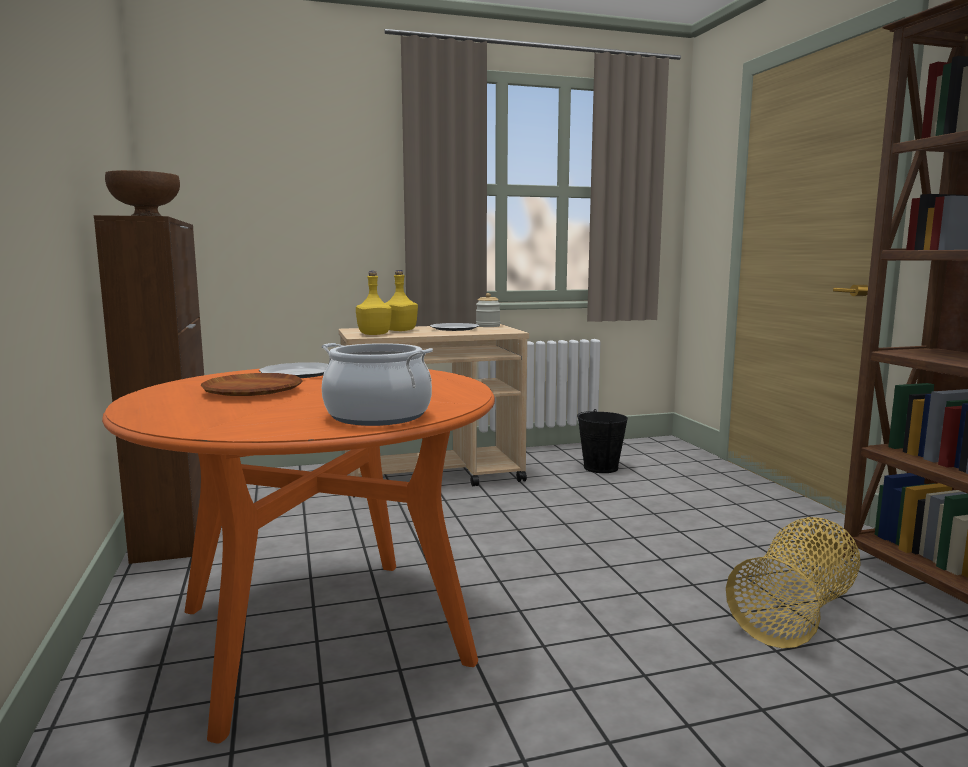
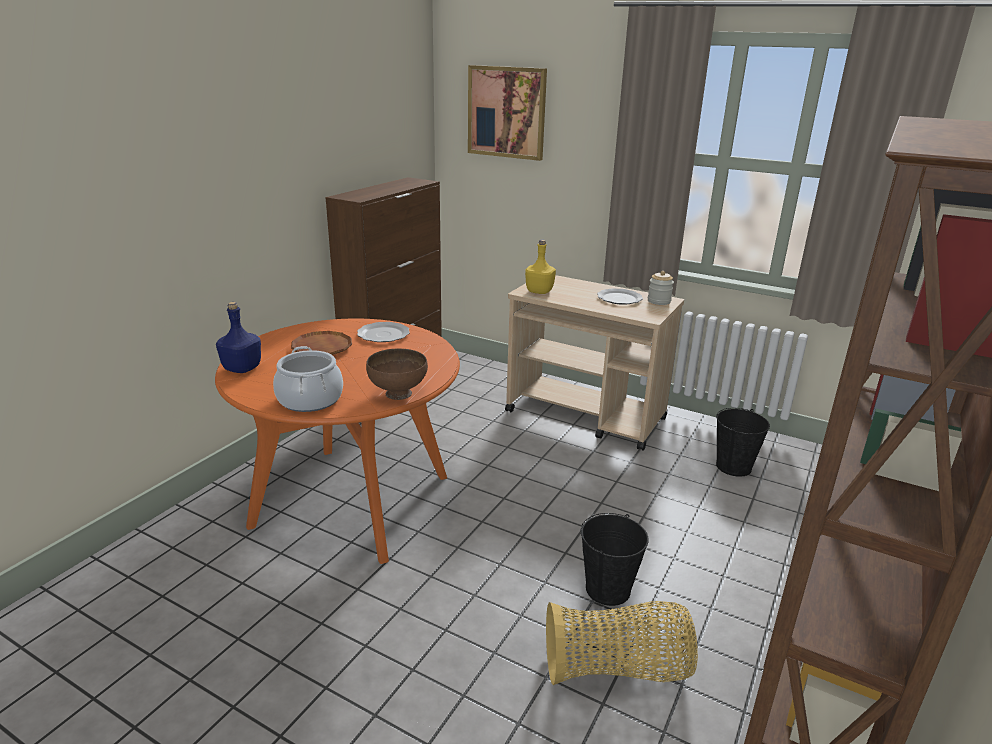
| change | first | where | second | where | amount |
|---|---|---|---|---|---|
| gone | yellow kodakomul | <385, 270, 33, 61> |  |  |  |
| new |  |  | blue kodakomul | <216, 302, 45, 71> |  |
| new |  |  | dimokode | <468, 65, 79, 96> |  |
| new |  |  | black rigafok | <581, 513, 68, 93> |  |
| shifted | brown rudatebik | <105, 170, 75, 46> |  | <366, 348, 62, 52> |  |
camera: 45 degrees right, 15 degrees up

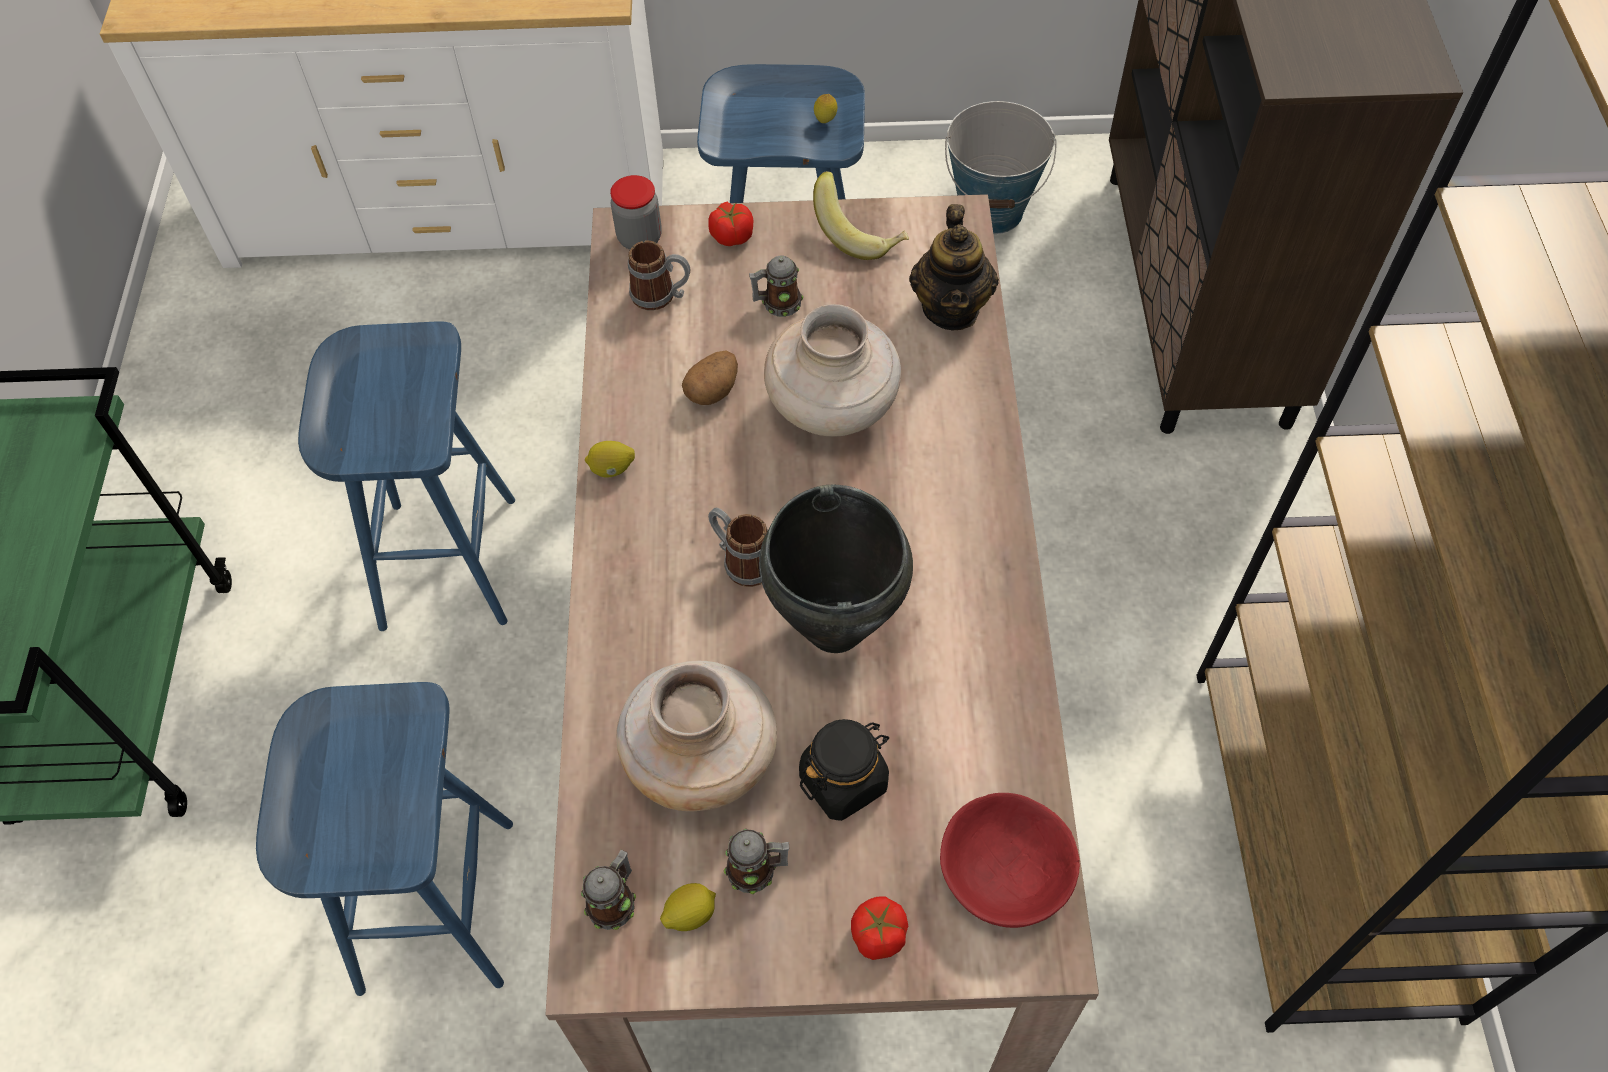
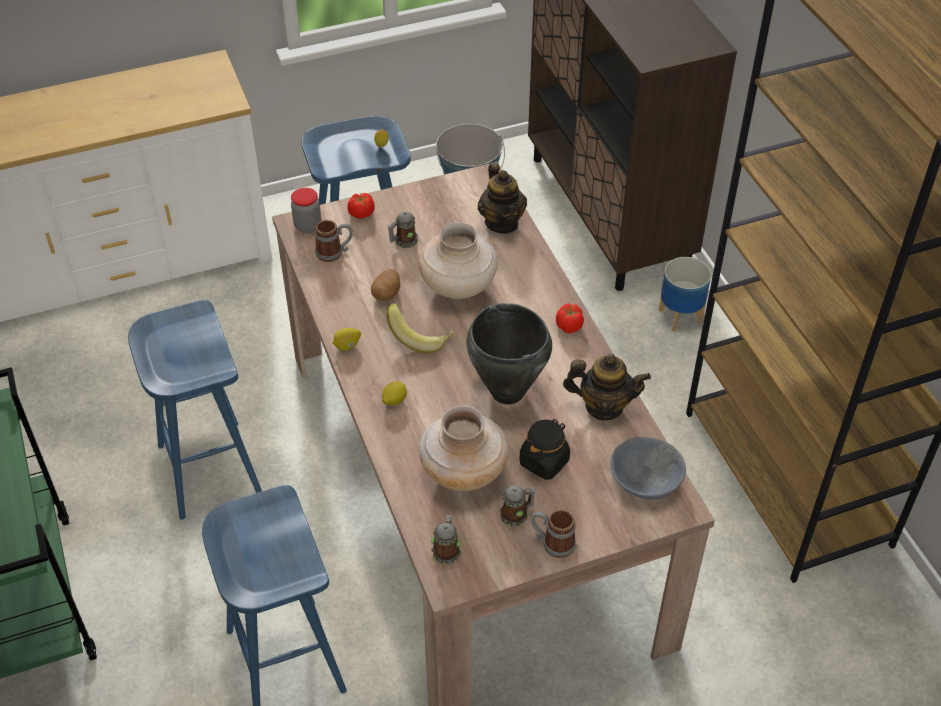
| change | first | where | second | where | amount |
|---|---|---|---|---|---|
| new |  |  | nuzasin | <563, 354, 88, 66> |  |
| new |  |  | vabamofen | <659, 257, 52, 75> |  |
| shifted | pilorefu | <660, 883, 56, 48> |  | <382, 381, 25, 25> |  |
| shifted | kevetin | <708, 508, 60, 79> |  | <531, 510, 45, 48> |  |
| shifted | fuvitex | <813, 171, 96, 89> |  | <387, 303, 68, 50> |  |
| shifted | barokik | <851, 896, 57, 64> |  | <556, 303, 28, 30> |  |
| repainted | red rudatebik | <940, 793, 140, 135> | grey rudatebik | <610, 437, 76, 62> |  |
camera: 20 degrees left, 10 degrees down

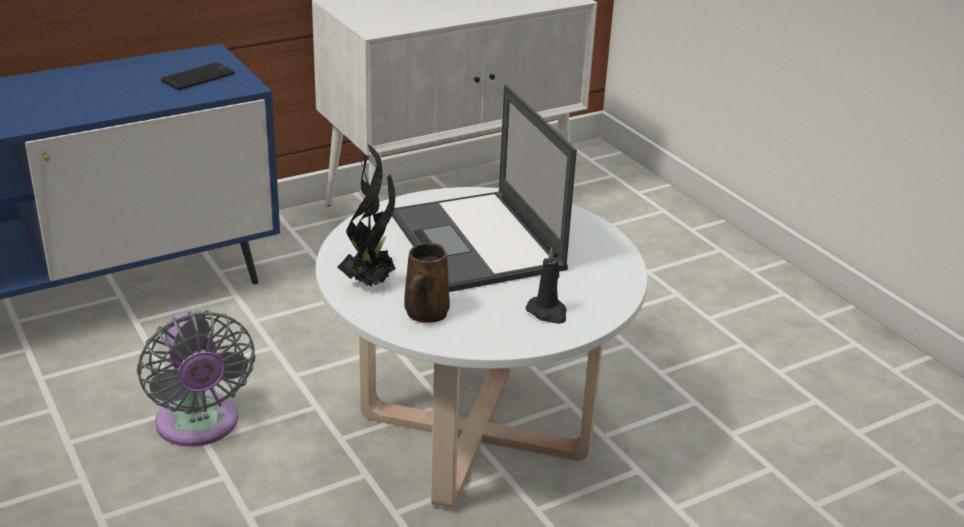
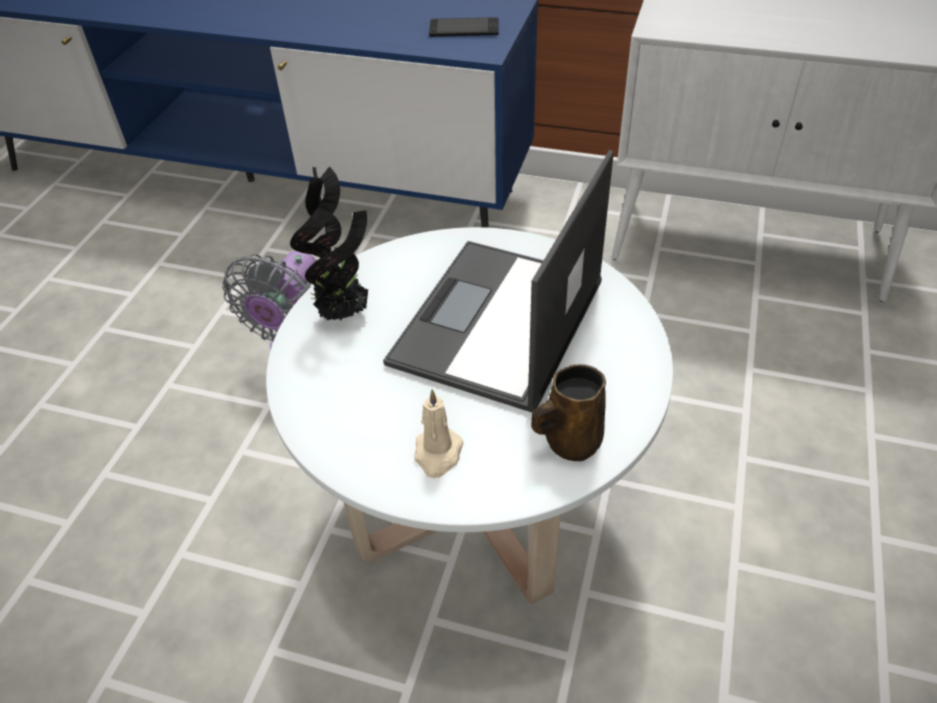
| change | first | where | second | where | amount |
|---|---|---|---|---|---|
| shifted | brown kevetin | <404, 243, 46, 80> |  | <531, 364, 75, 97> |  |
| repainted | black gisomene | <525, 247, 42, 77> | beige gisomene | <414, 389, 50, 89> |  |
camera: 50 degrees right, 15 degrees up

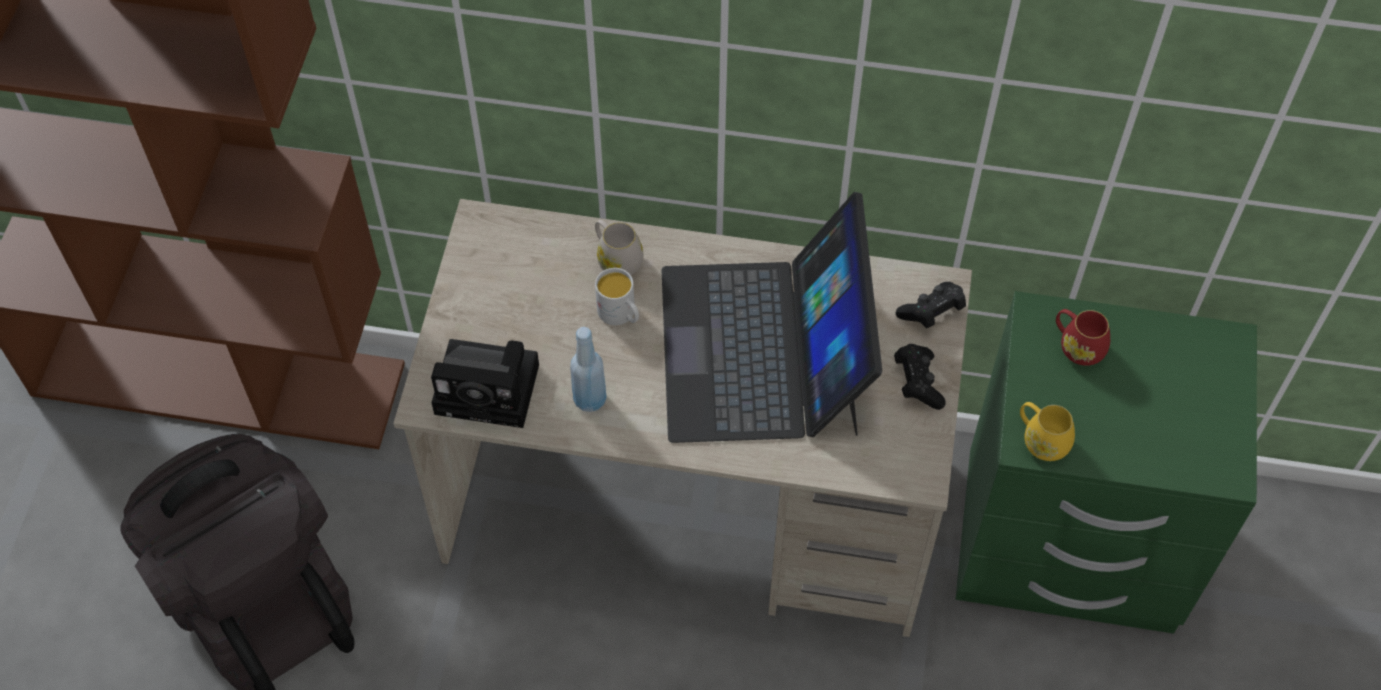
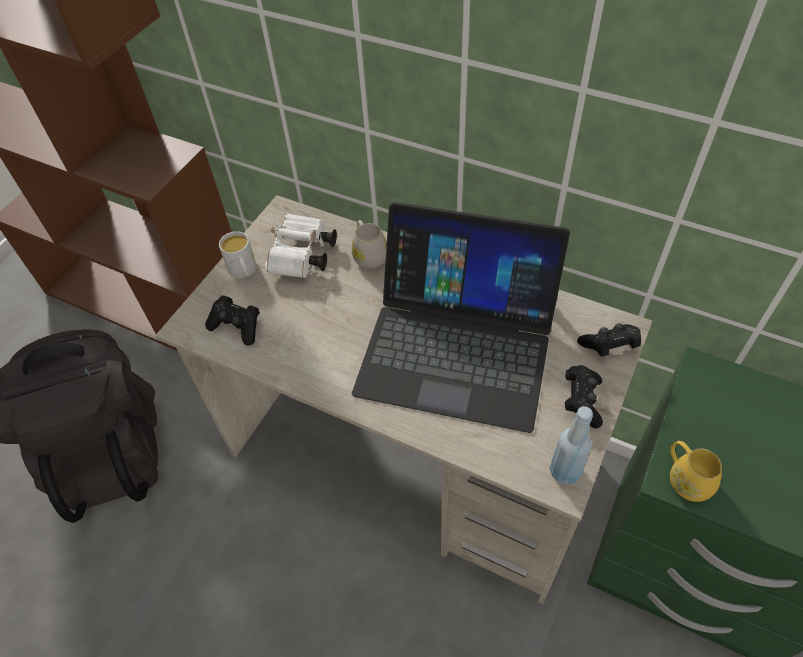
| change | first | where | second | where | amount |
|---|---|---|---|---|---|
| gone | red kevetin | <1056, 309, 54, 57> |  |  |  |
| new |  |  | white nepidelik | <265, 213, 72, 65> |  |
| shifted | blue kodakomul | <570, 327, 37, 85> |  | <550, 406, 43, 78> |  |
| shifted | white kevetin | <595, 268, 44, 57> |  | <219, 231, 38, 47> |  |
| swapped | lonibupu | <431, 339, 108, 89> | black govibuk | <205, 296, 55, 50> |  |
| rotated | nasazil | <662, 192, 220, 251> |  | <352, 202, 218, 231> | 90 degrees counterclockwise |
camera: 20 degrees right, 5 degrees down

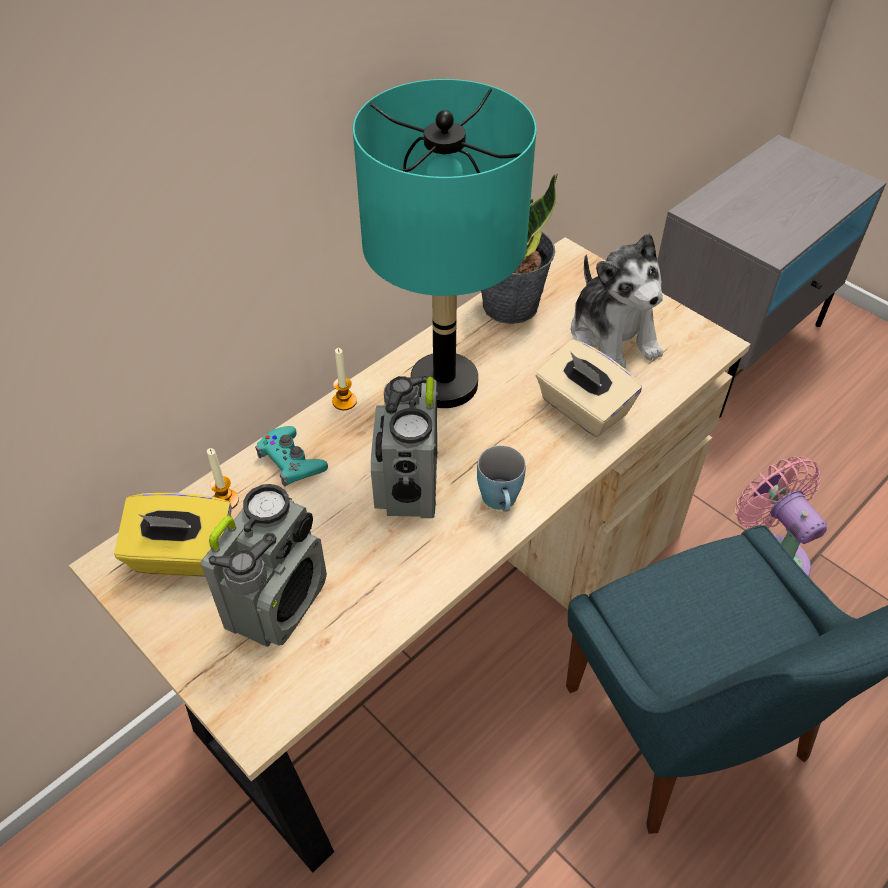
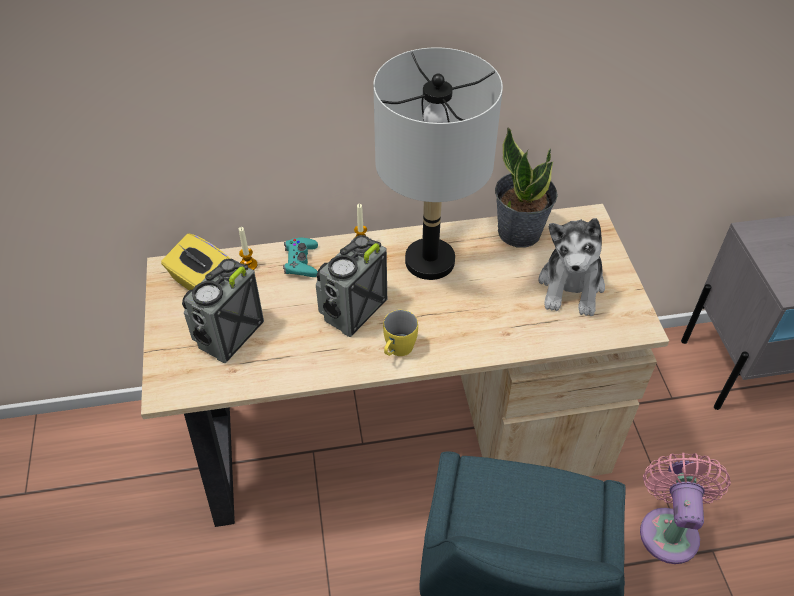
| change | first | where | second | where | amount |
|---|---|---|---|---|---|
| gone | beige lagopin | <536, 339, 106, 98> |  |  |  |
| repainted | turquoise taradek | <353, 79, 184, 329> | grey taradek | <373, 47, 130, 233> |  |
| repainted | blue kevetin | <477, 445, 49, 67> | yellow kevetin | <383, 310, 35, 46> |  |
| rotated | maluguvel | <201, 484, 126, 163> |  | <182, 259, 82, 104> | 150 degrees clockwise |
camera: 35 degrees right, 0 degrees up

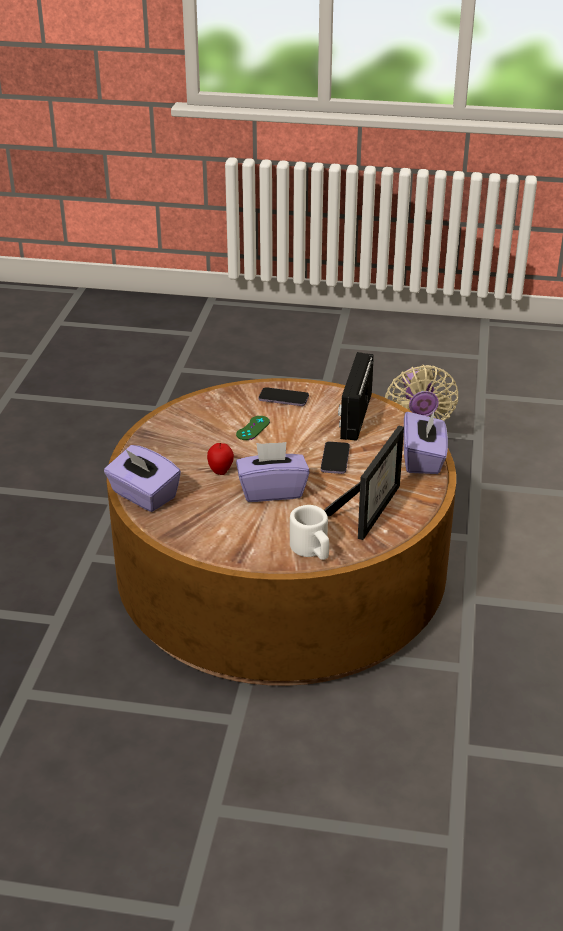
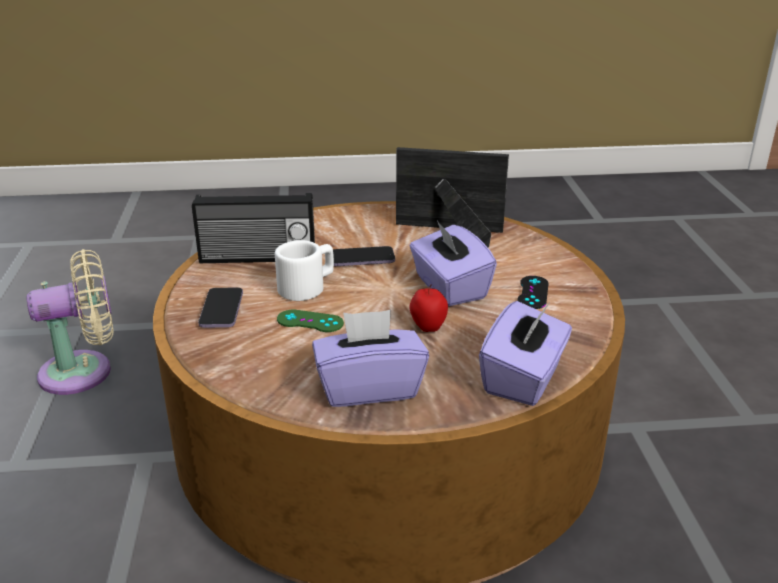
| change | first | where | second | where | amount |
|---|---|---|---|---|---|
| new |  |  | black govibuk | <517, 276, 32, 33> |  |
| shifted | white kevetin | <290, 505, 39, 55> |  | <275, 240, 59, 61> |  |
| shifted | purple lagopin | <404, 410, 44, 64> |  | <312, 310, 117, 97> |  |
camera: 105 degrees left, 5 degrees down

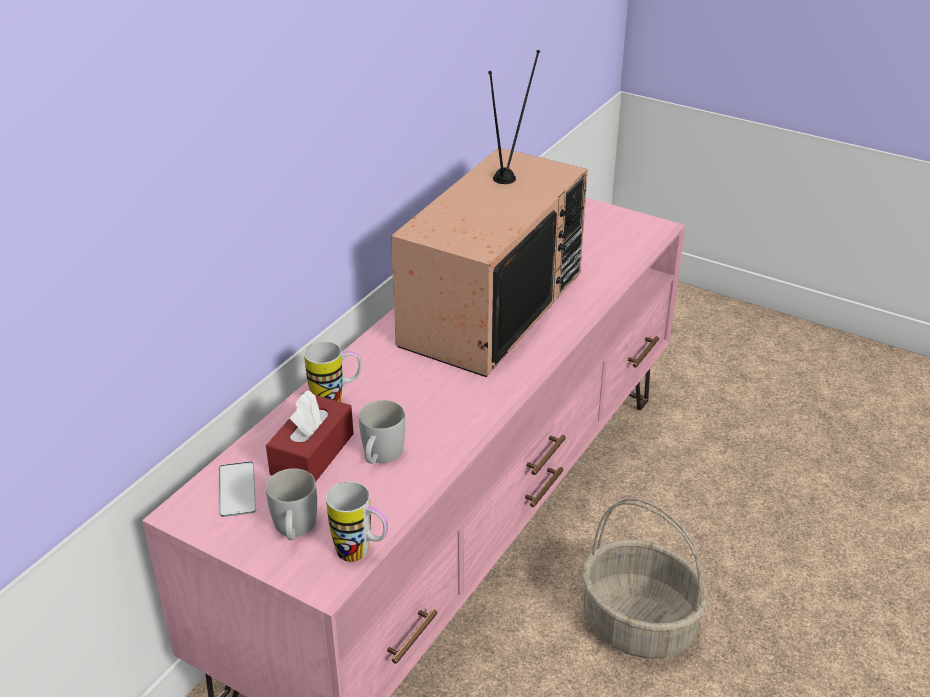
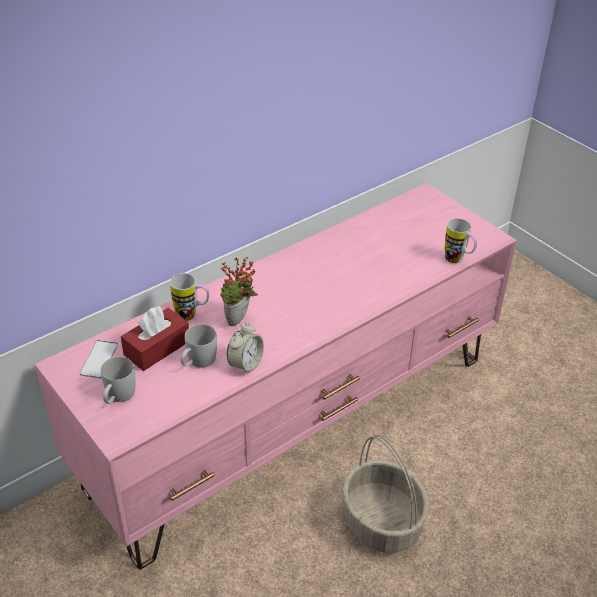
| change | first | where | second | where | amount |
|---|---|---|---|---|---|
| gone | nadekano | <391, 50, 197, 327> |  |  |  |
| new |  |  | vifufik | <220, 257, 38, 69> |  |
| new |  |  | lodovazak | <227, 322, 37, 53> |  |
| shifted | kevetin | <326, 481, 62, 81> |  | <445, 219, 32, 44> |  |
camera: 20 degrees right, 5 degrees up

